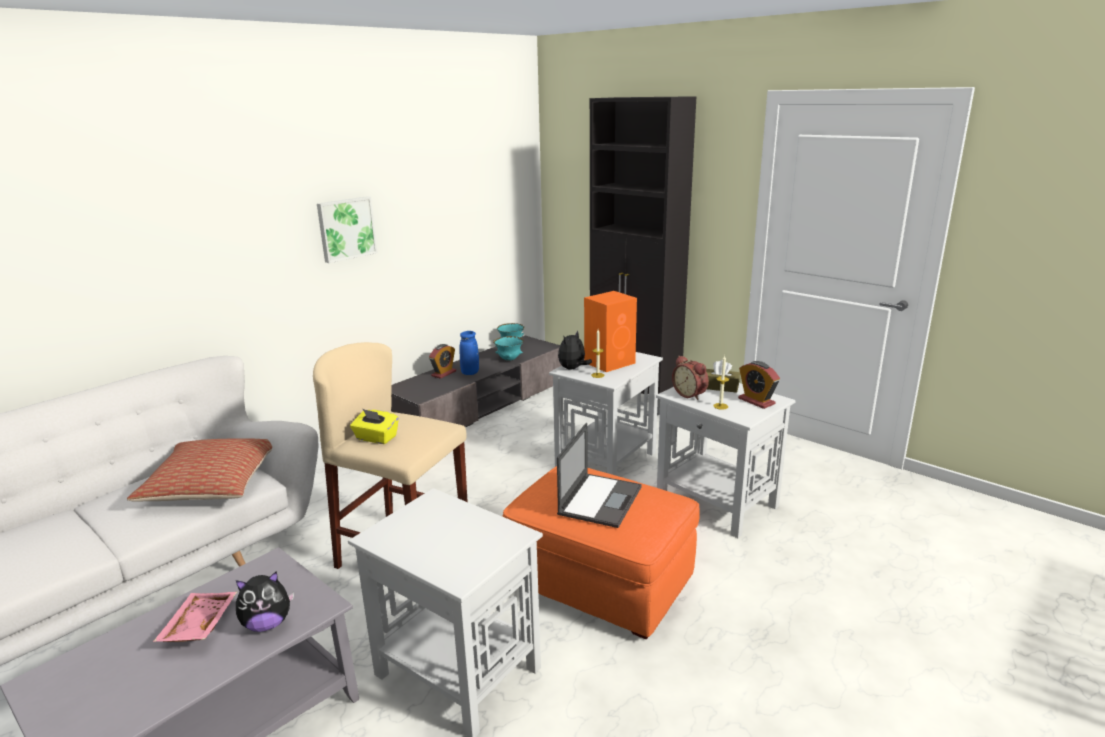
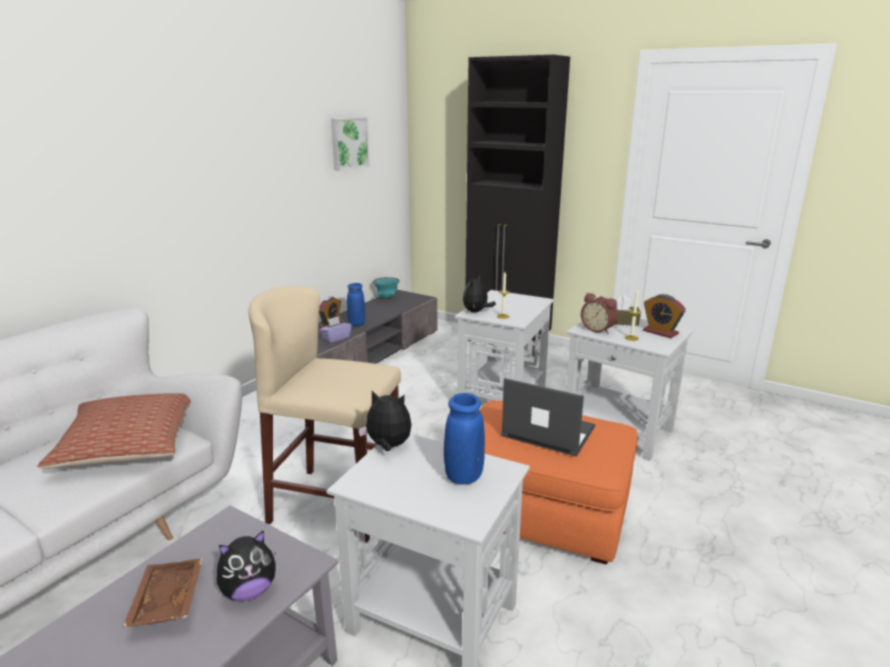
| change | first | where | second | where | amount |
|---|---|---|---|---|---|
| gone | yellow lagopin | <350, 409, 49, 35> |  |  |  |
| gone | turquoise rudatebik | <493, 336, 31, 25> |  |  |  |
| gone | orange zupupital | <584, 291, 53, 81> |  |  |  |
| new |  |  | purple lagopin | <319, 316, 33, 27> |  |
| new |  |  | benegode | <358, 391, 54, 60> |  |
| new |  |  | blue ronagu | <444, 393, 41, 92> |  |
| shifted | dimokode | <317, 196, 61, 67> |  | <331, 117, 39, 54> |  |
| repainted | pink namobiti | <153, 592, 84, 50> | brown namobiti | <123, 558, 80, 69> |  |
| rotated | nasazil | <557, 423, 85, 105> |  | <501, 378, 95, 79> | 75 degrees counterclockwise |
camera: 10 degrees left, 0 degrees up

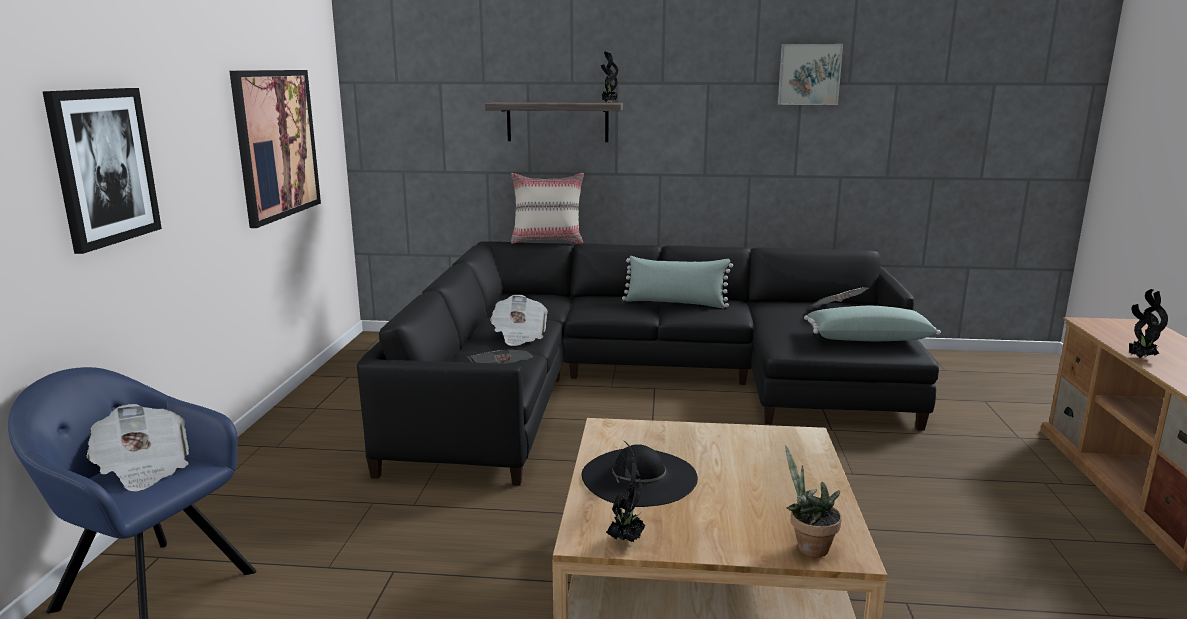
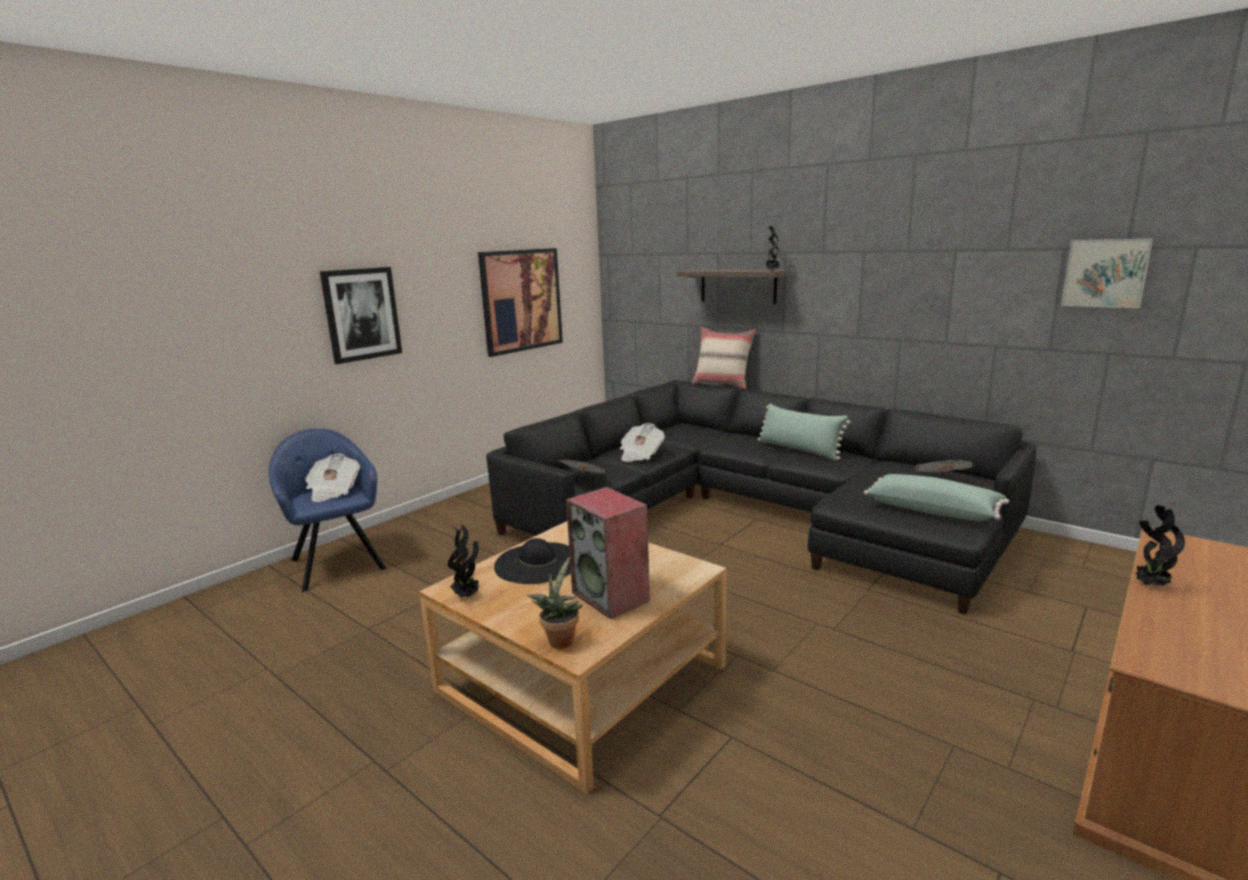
| change | first | where | second | where | amount |
|---|---|---|---|---|---|
| new |  |  | zupupital | <566, 487, 84, 132> |  |
| shifted | dimokode | <778, 44, 65, 61> |  | <1061, 239, 92, 69> |  |
camera: 35 degrees right, 0 degrees up

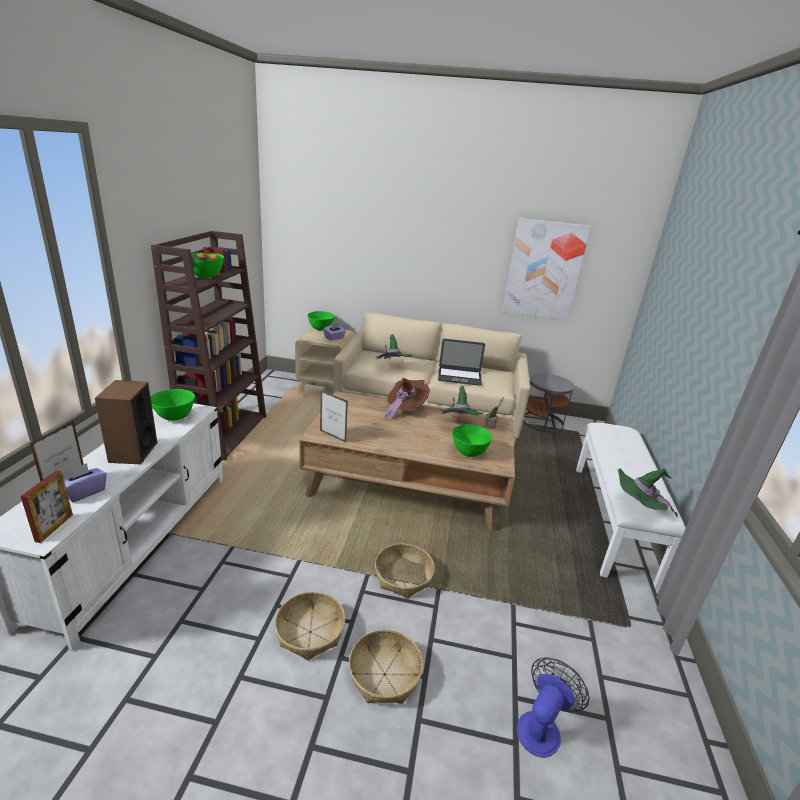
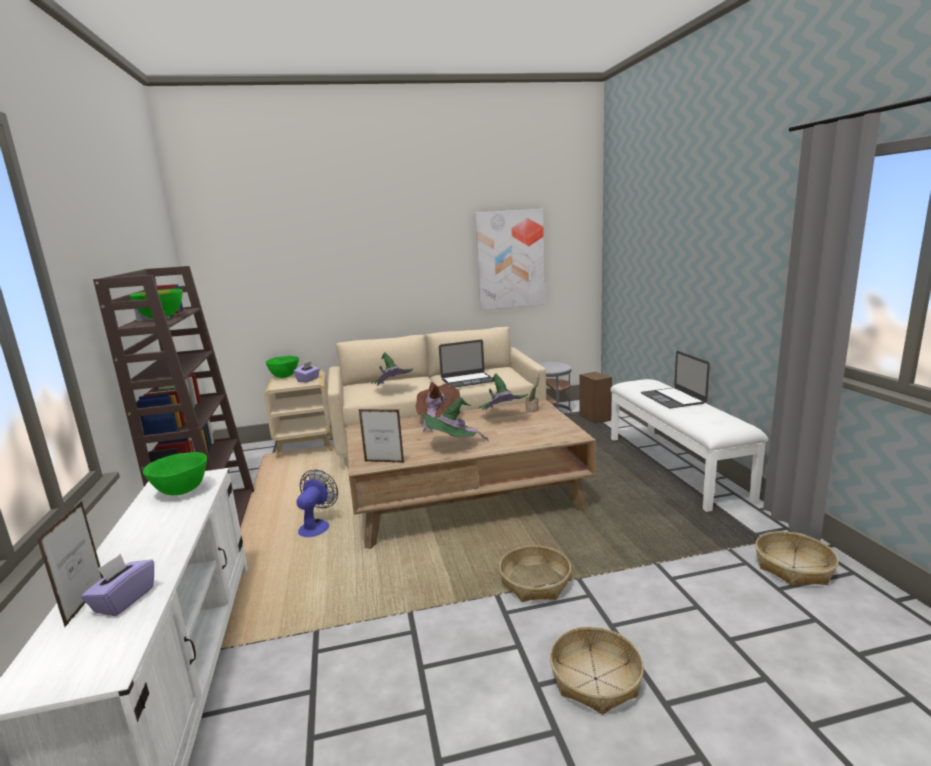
| change | first | where | second | where | amount |
|---|---|---|---|---|---|
| gone | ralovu | <21, 470, 52, 73> |  |  |  |
| gone | green rudatebik | <452, 424, 40, 33> |  |  |  |
| new |  |  | nasazil | <640, 351, 70, 57> |  |
| shifted | zupupital | <95, 380, 62, 84> |  | <579, 372, 33, 52> |  |
| shifted | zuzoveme | <275, 592, 70, 69> |  | <756, 531, 83, 55> |  |
| shifted | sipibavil | <517, 657, 73, 101> |  | <296, 470, 42, 67> |  |
| shifted | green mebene | <617, 468, 61, 49> |  | <422, 397, 67, 45> |  |
camera: 20 degrees left, 10 degrees down

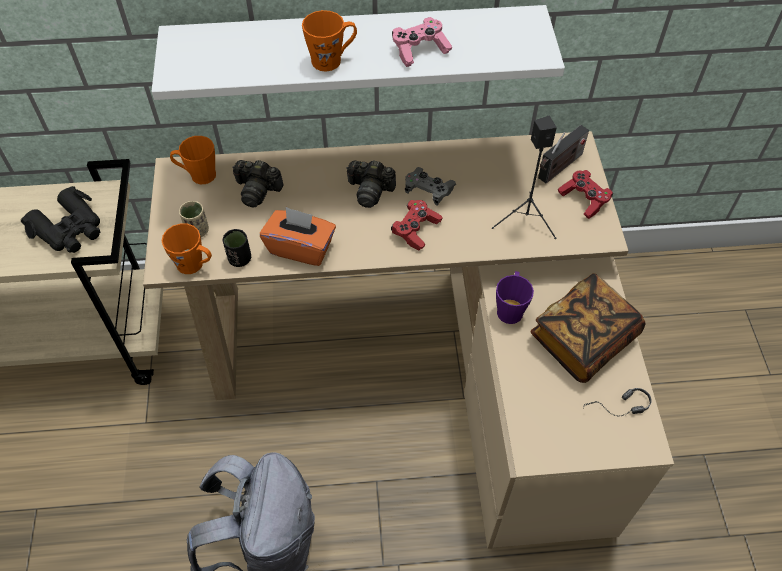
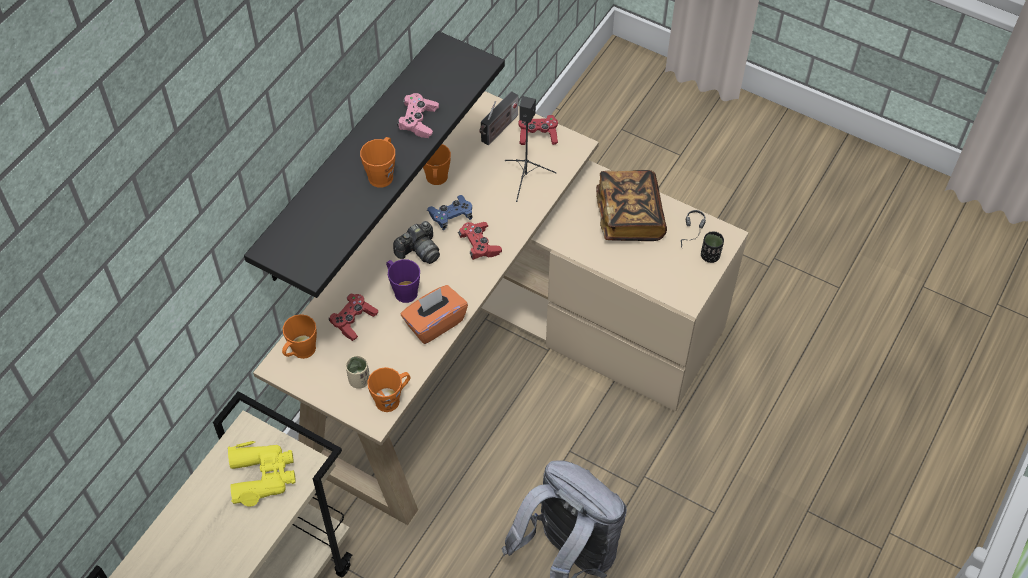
| change | first | where | second | where | amount |
|---|---|---|---|---|---|
| new |  |  | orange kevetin | <423, 144, 28, 41> |  |
| shifted | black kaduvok | <223, 229, 28, 38> |  | <701, 232, 23, 31> |  |
| shifted | purple kevetin | <496, 271, 38, 53> |  | <386, 259, 34, 44> |  |
| swapped | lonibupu | <232, 160, 52, 48> | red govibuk | <329, 294, 49, 47> |  |
| repainted | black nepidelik | <21, 186, 79, 67> | yellow nepidelik | <228, 441, 68, 66> |  |
| repainted | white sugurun | <151, 5, 414, 95> | black sugurun | <244, 31, 261, 267> |  |
| repainted | grey govibuk | <405, 167, 51, 39> | blue govibuk | <427, 195, 46, 35> |  |
| rotated | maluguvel | <538, 125, 51, 58> |  | <479, 91, 39, 54> | 45 degrees clockwise |
camera: 55 degrees left, 0 degrees up

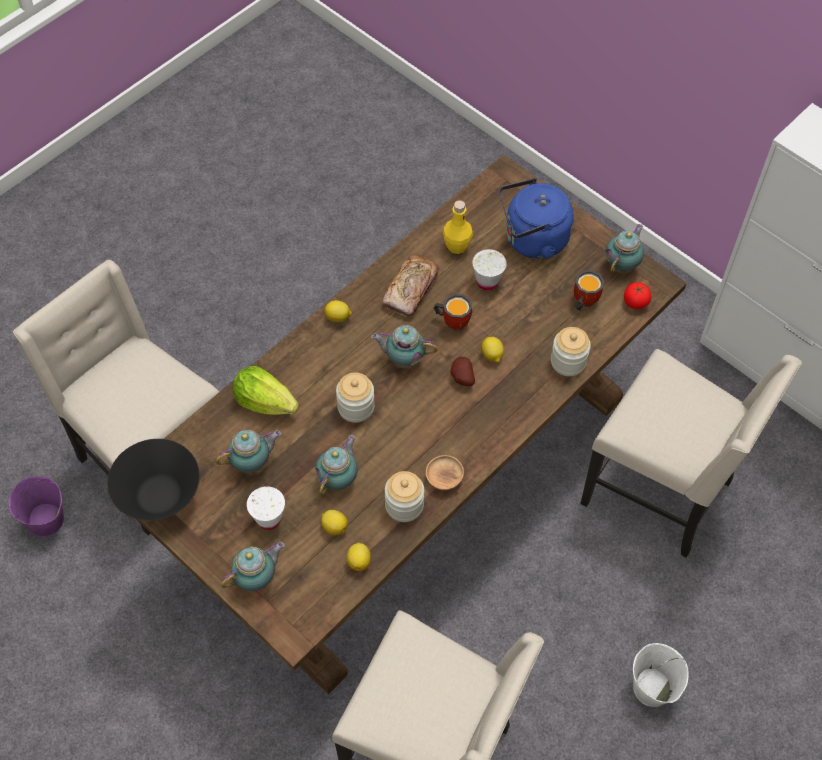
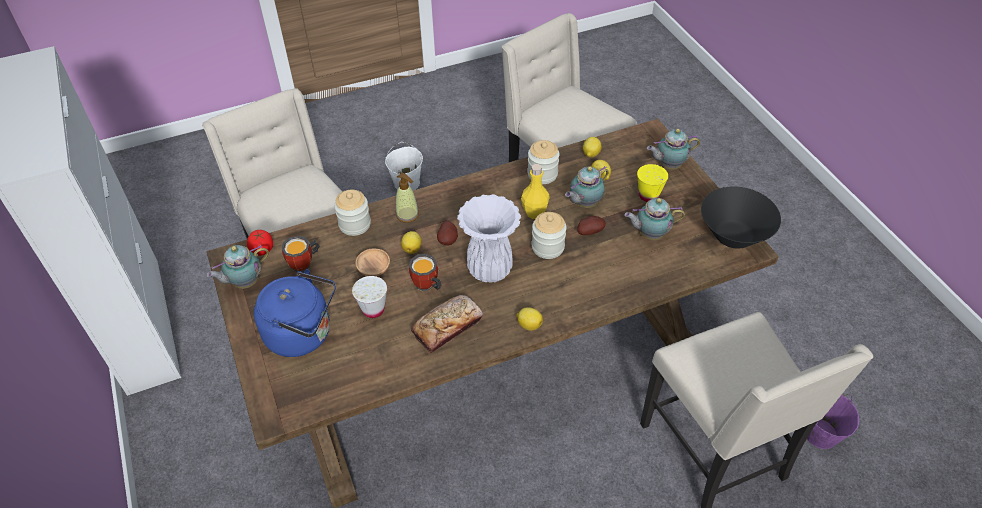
| change | first | where | second | where | amount |
|---|---|---|---|---|---|
| gone | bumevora | <233, 366, 66, 49> |  |  |  |
| new |  |  | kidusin | <396, 173, 23, 50> |  |
| new |  |  | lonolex | <577, 216, 29, 19> |  |
| shifted | brown rudatebik | <426, 455, 38, 35> |  | <355, 248, 35, 28> |  |
| shifted | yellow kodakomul | <443, 200, 30, 54> |  | <521, 164, 29, 55> |  |
| swapped | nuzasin | <371, 325, 67, 43> | white ronagu | <457, 194, 64, 89> |  |
| repainted | white kaduvok | <247, 486, 38, 44> | yellow kaduvok | <637, 164, 31, 38> |  |
camera: 155 degrees left, 10 degrees down

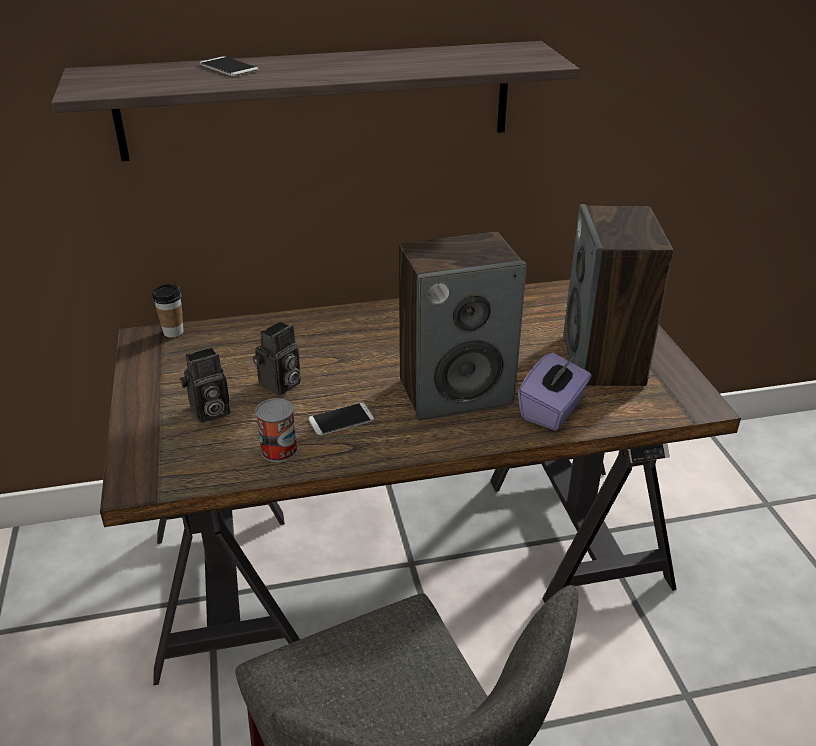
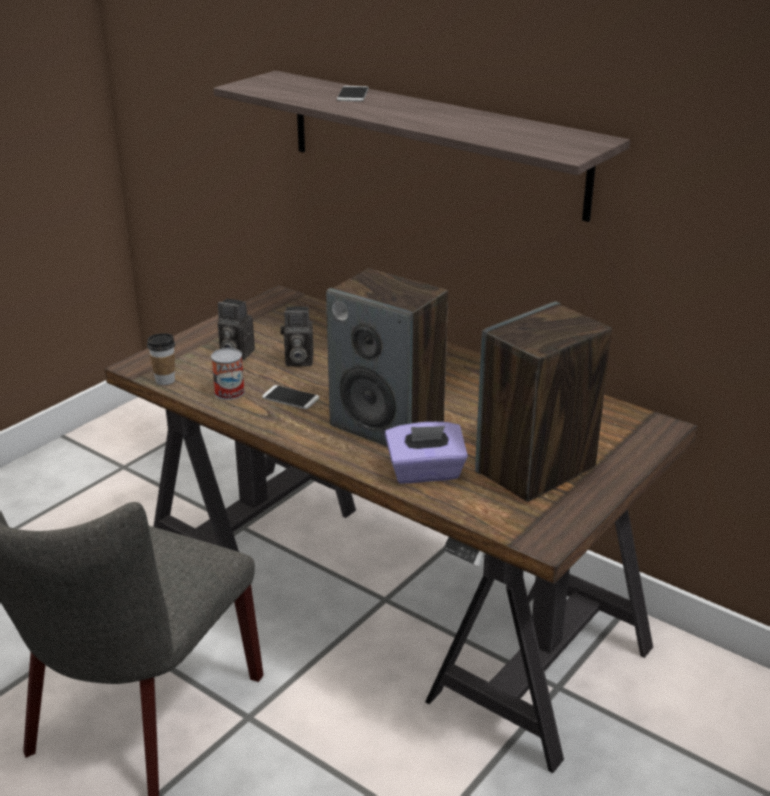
| change | first | where | second | where | amount |
|---|---|---|---|---|---|
| shifted | kaduvok | <152, 284, 31, 54> |  | <147, 333, 28, 52> |  |
camera: 50 degrees right, 5 degrees down

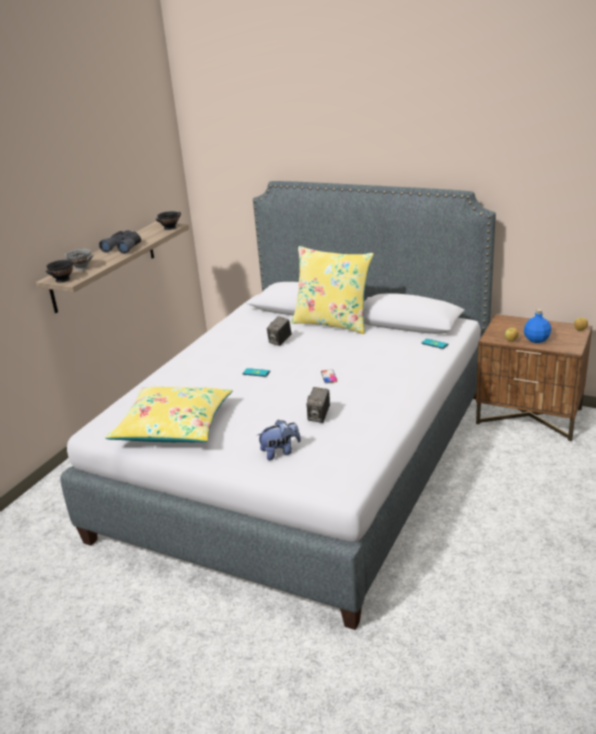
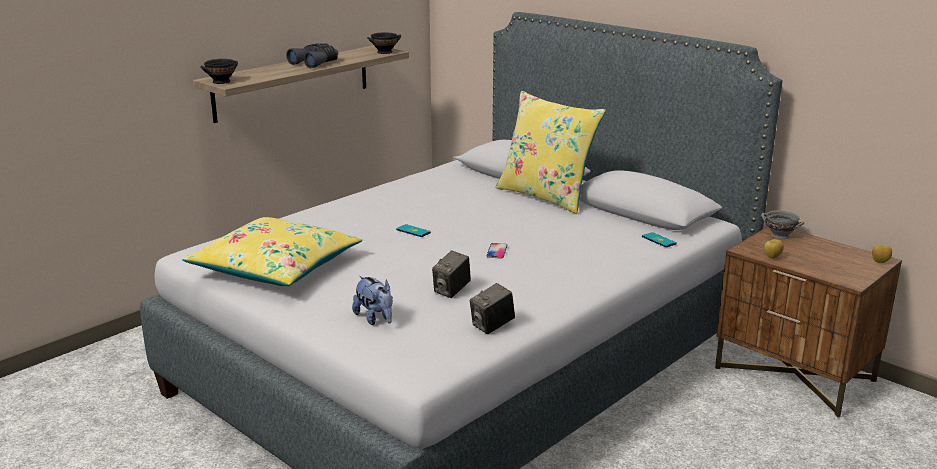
| change | first | where | second | where | amount |
|---|---|---|---|---|---|
| gone | blue kodakomul | <524, 309, 27, 34> |  |  |  |
| shifted | grey rudatebik | <64, 249, 30, 21> |  | <761, 210, 43, 29> |  |
| shifted | lonibupu | <267, 316, 25, 30> |  | <470, 283, 45, 51> |  |
| rotated | benegode | <257, 420, 44, 40> |  | <352, 276, 41, 49> | 60 degrees clockwise |
camera: 15 degrees right, 5 degrees down

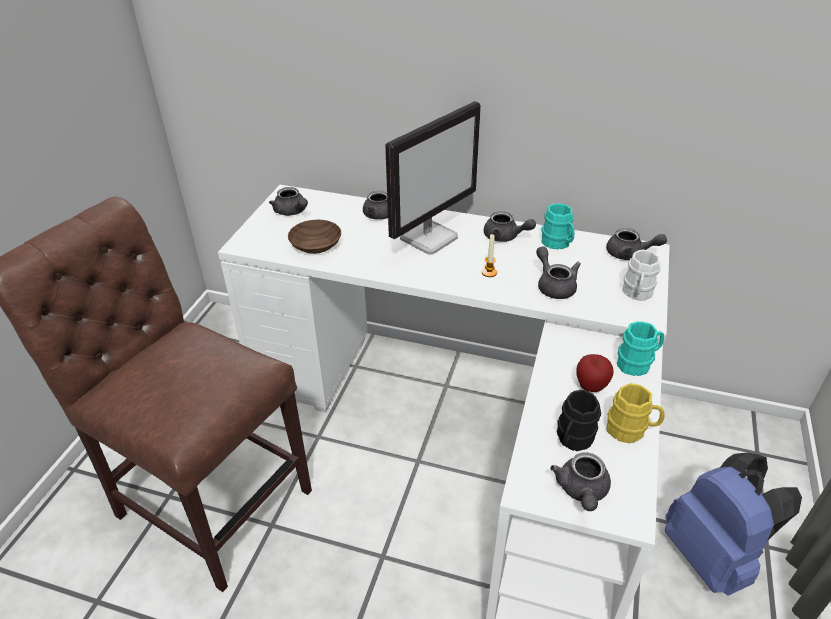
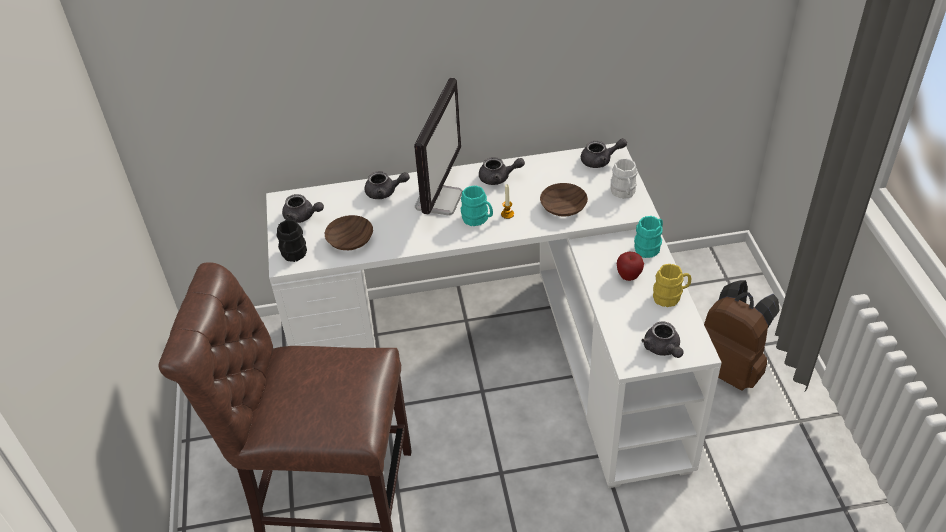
| change | first | where | second | where | amount |
|---|---|---|---|---|---|
| shifted | turquoise kevetin | <541, 203, 34, 46> |  | <461, 186, 32, 40> |  |
| shifted | black kevetin | <557, 389, 44, 62> |  | <277, 219, 30, 43> |  |
| swapped | grey nuzasin | <536, 246, 45, 53> | brown rudatebik | <540, 183, 48, 34> |  |
| repainted | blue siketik | <665, 453, 137, 143> | brown siketik | <704, 280, 76, 111> |  |
camera: 25 degrees left, 5 degrees up

